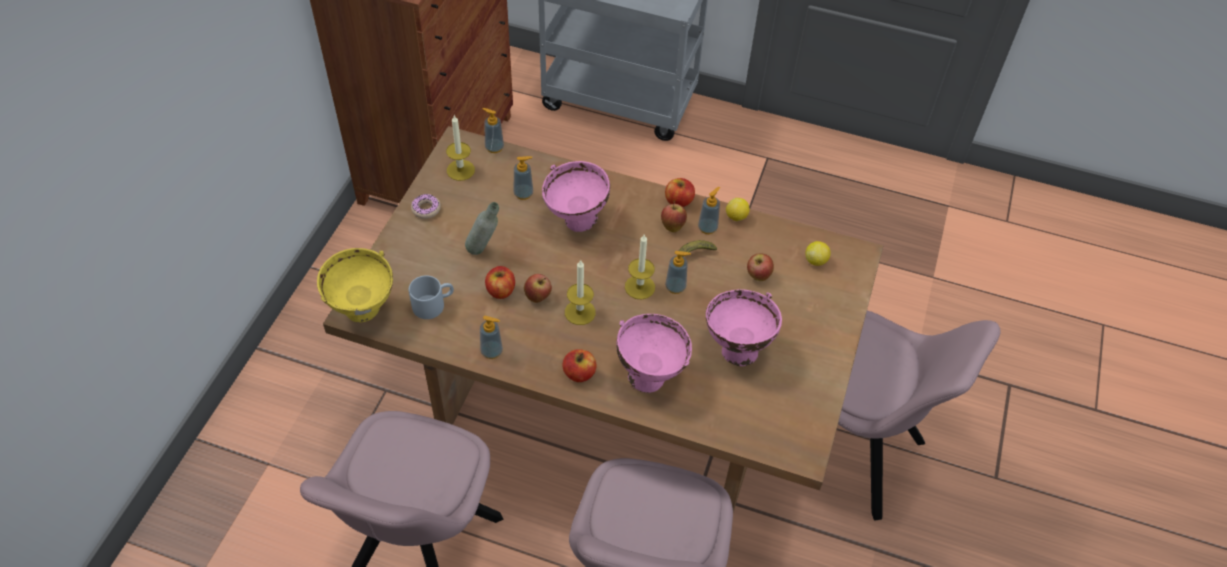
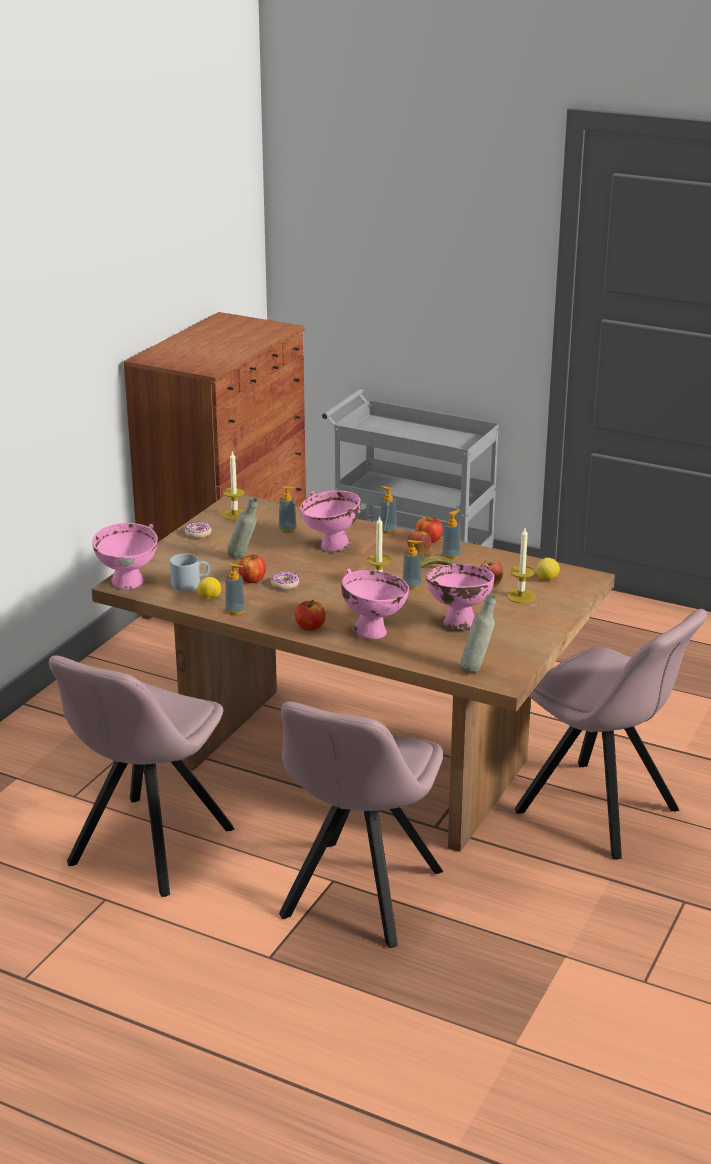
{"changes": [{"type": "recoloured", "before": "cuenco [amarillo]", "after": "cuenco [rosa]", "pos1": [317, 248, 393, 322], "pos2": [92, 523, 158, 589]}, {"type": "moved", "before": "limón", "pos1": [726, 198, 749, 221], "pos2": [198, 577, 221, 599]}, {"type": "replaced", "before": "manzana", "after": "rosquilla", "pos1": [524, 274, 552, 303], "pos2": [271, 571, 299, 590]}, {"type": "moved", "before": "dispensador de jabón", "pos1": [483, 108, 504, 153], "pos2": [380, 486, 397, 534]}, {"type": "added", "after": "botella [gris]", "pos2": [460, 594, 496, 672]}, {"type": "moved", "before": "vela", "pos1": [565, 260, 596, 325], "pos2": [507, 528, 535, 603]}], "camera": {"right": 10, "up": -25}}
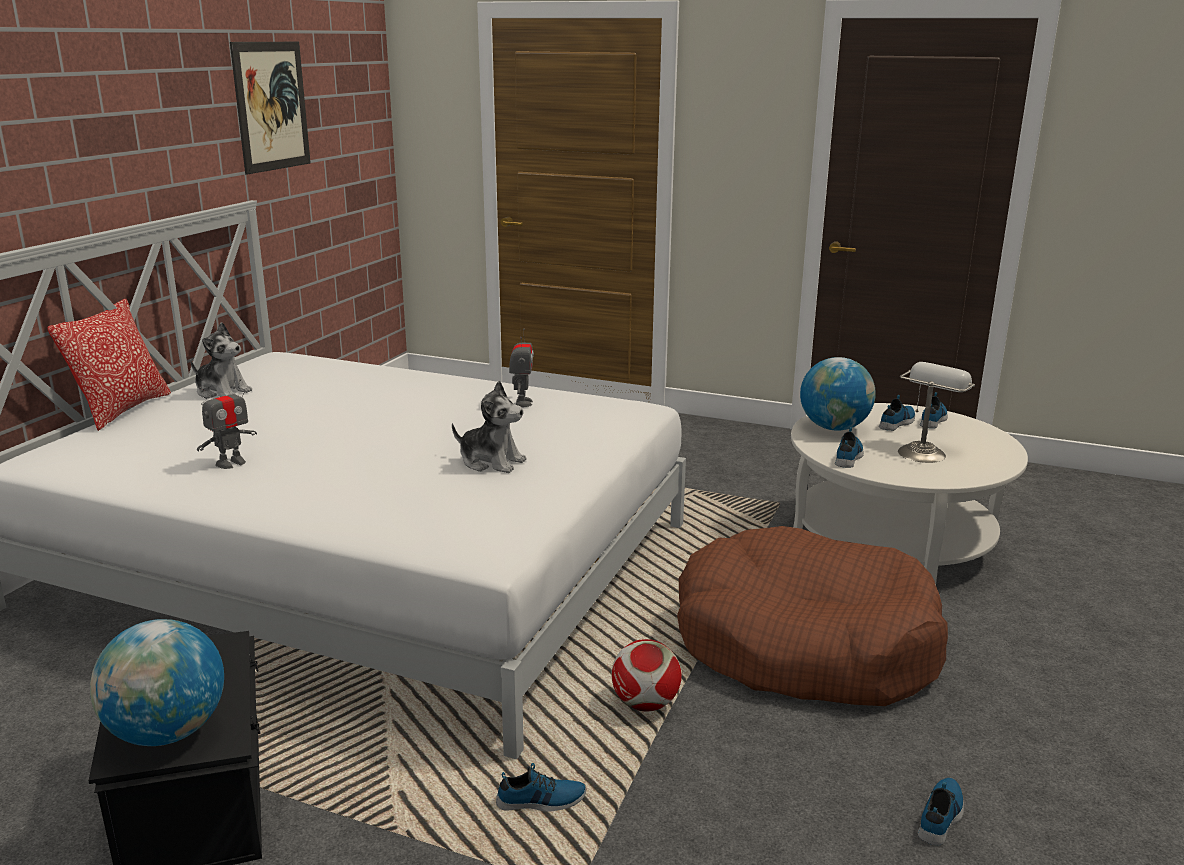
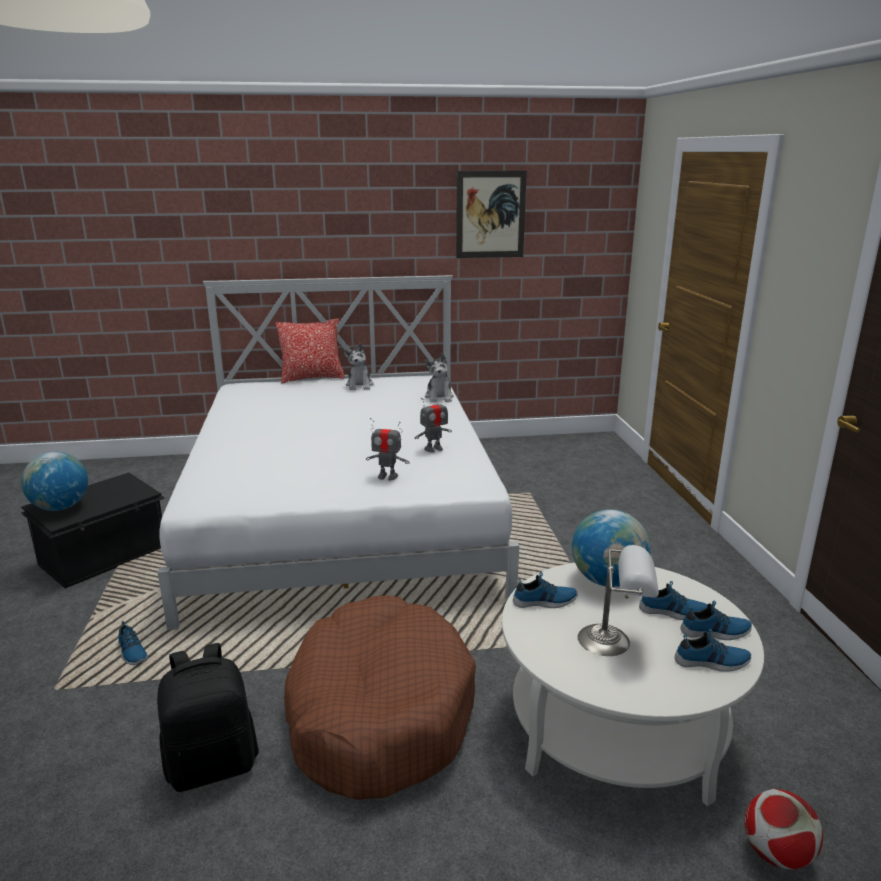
{"changes": [{"type": "added", "after": "mochila [negro]", "pos2": [157, 643, 259, 792]}, {"type": "moved", "before": "robot de juguete", "pos1": [197, 379, 257, 469], "pos2": [366, 418, 410, 481]}, {"type": "moved", "before": "peluche", "pos1": [452, 381, 527, 473], "pos2": [425, 353, 454, 402]}, {"type": "moved", "before": "zapato", "pos1": [918, 778, 964, 845], "pos2": [675, 629, 751, 672]}, {"type": "moved", "before": "balón de fútbol", "pos1": [611, 639, 682, 712], "pos2": [745, 789, 823, 870]}], "camera": {"right": 60, "up": 0}}
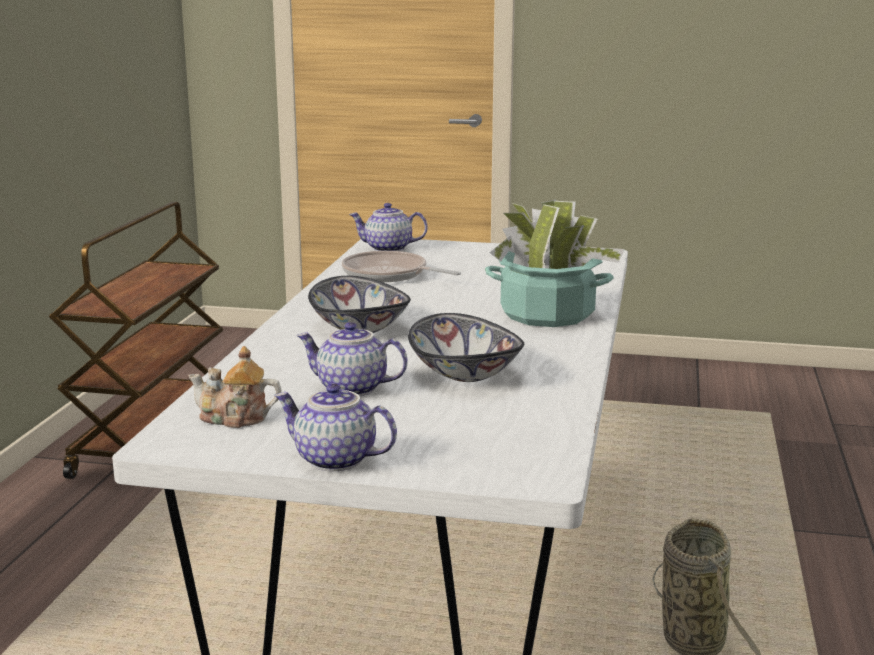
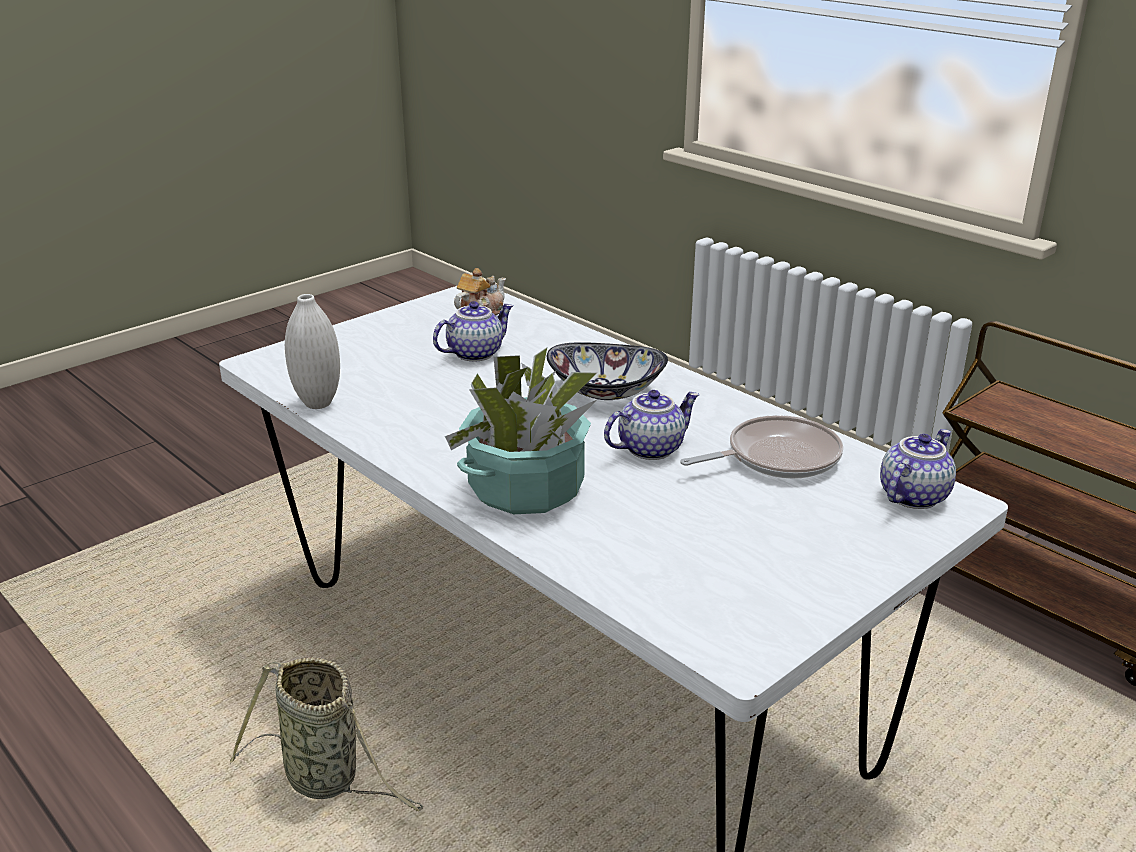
{"changes": [{"type": "added", "after": "florero [blanco]", "pos2": [285, 294, 340, 409]}, {"type": "moved", "before": "tetera", "pos1": [274, 383, 397, 471], "pos2": [604, 390, 700, 460]}, {"type": "removed", "before": "cuenco", "pos1": [408, 313, 524, 382]}], "camera": {"right": 125, "up": 10}}
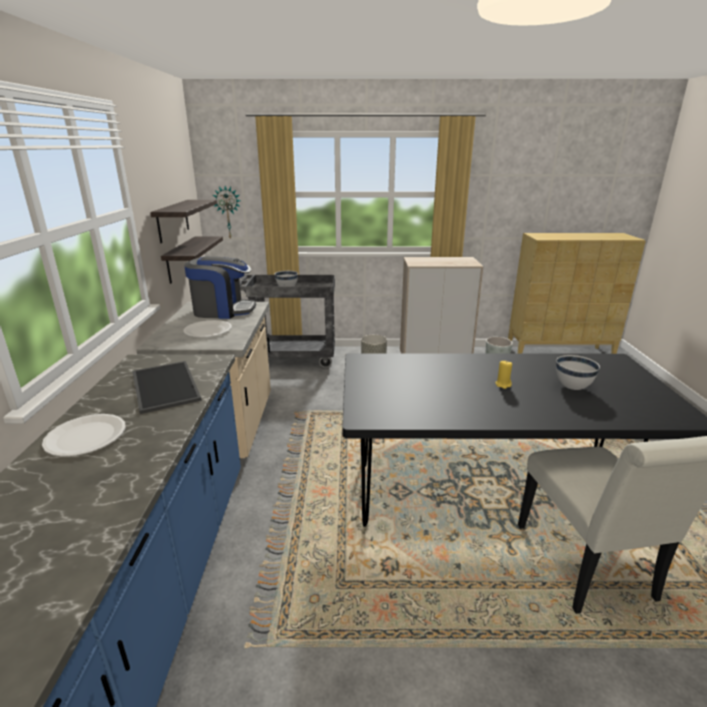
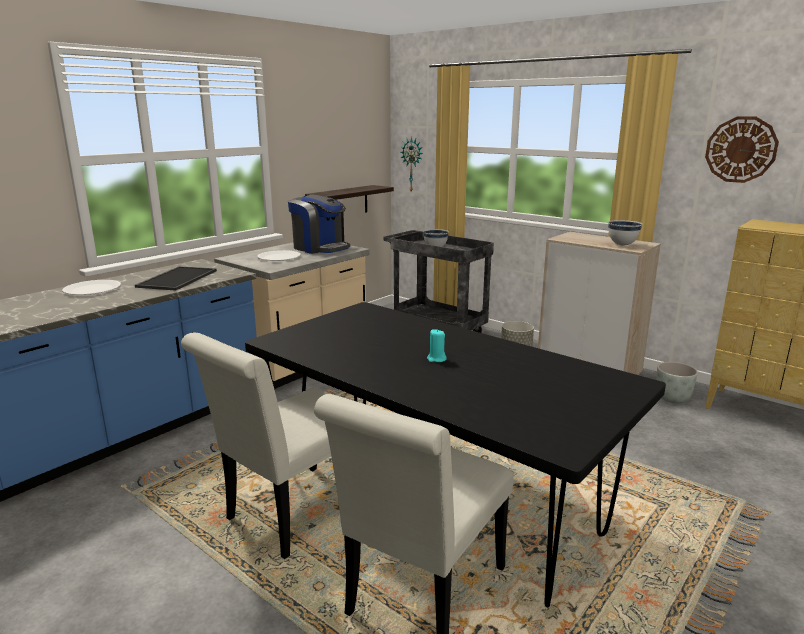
{"changes": [{"type": "added", "after": "silla [blanco]", "pos2": [181, 332, 331, 559]}, {"type": "recoloured", "before": "vela [amarillo]", "after": "vela [turquesa]", "pos1": [495, 360, 512, 389], "pos2": [427, 329, 447, 362]}, {"type": "moved", "before": "cuenco [blanco]", "pos1": [556, 355, 600, 390], "pos2": [608, 220, 642, 245]}, {"type": "added", "after": "reloj de pared", "pos2": [705, 116, 779, 183]}, {"type": "removed", "before": "estante", "pos1": [150, 200, 217, 243]}], "camera": {"right": 40, "up": -5}}
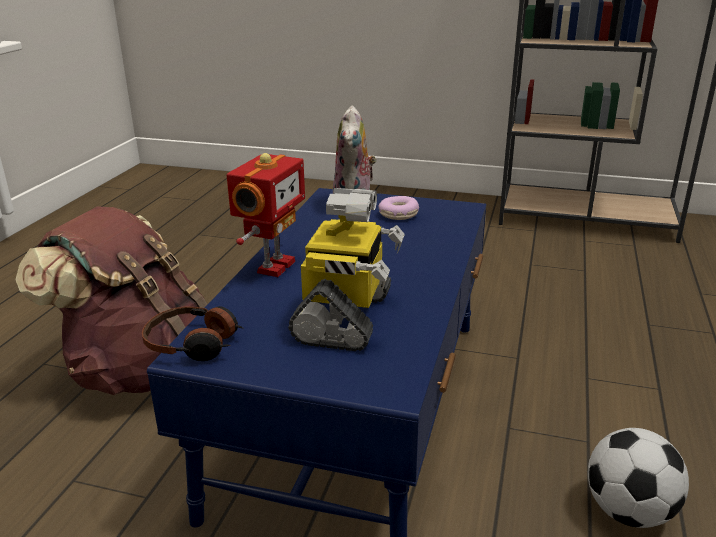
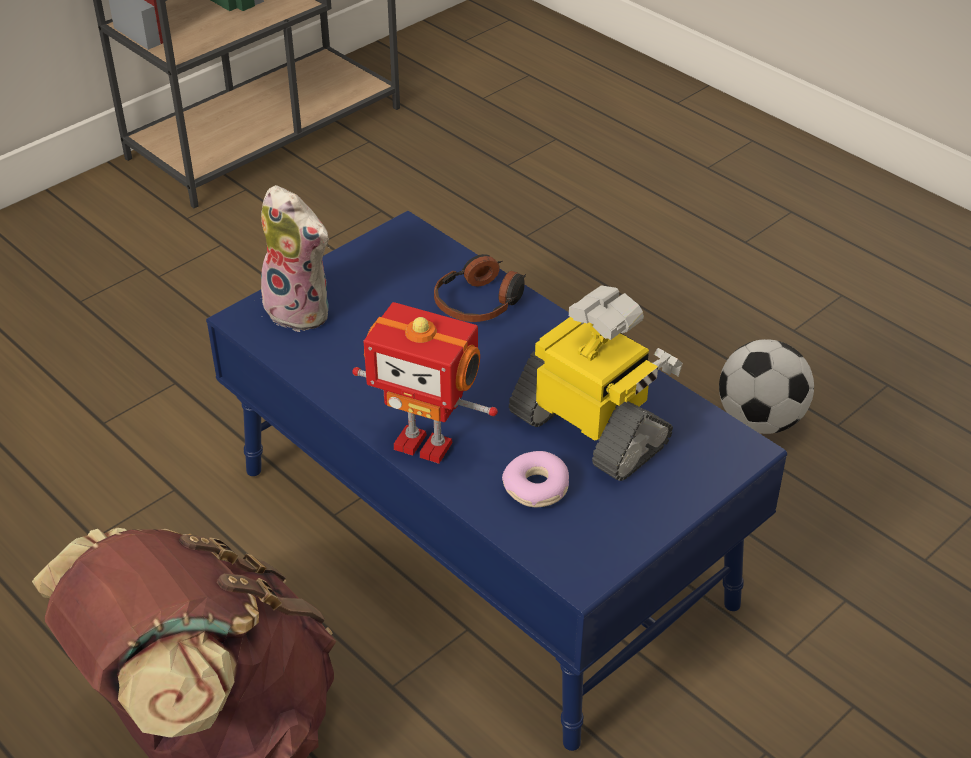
{"changes": [{"type": "turned", "before": "robot de juguete", "pos1": [227, 153, 305, 277], "pos2": [352, 302, 498, 464], "turn": 150}, {"type": "moved", "before": "auriculares", "pos1": [142, 306, 243, 361], "pos2": [434, 254, 526, 322]}, {"type": "moved", "before": "rosquilla", "pos1": [379, 196, 419, 220], "pos2": [502, 451, 569, 507]}], "camera": {"right": -60, "up": 15}}
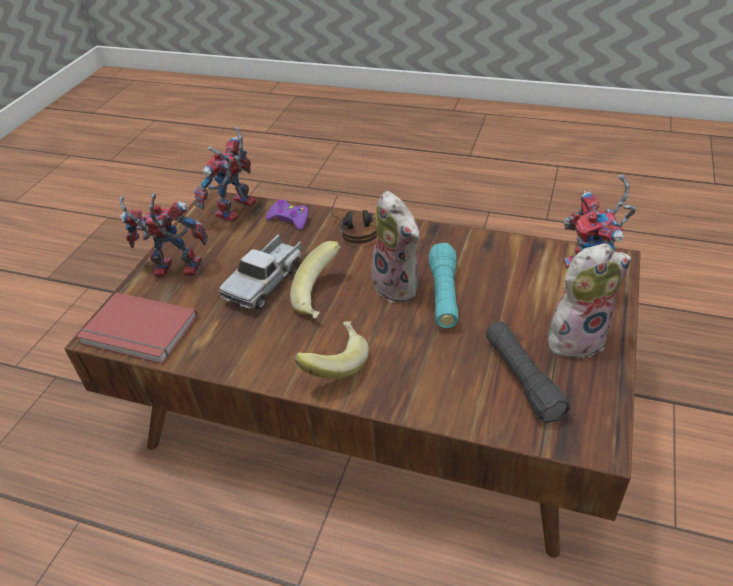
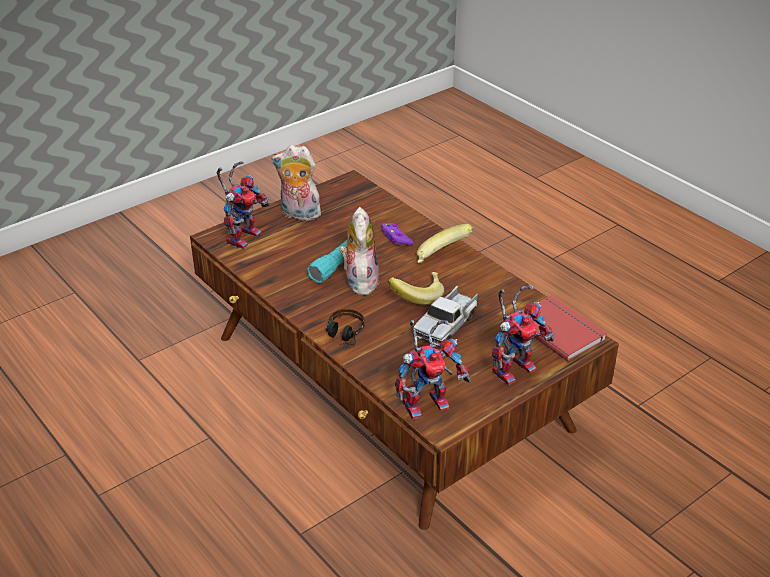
{"changes": [{"type": "moved", "before": "mando de consola [morado]", "pos1": [266, 200, 309, 230], "pos2": [381, 223, 414, 246]}, {"type": "turned", "before": "camión de juguete", "pos1": [219, 234, 302, 309], "pos2": [414, 286, 478, 346], "turn": 150}, {"type": "turned", "before": "robot de juguete", "pos1": [119, 193, 208, 278], "pos2": [492, 285, 554, 385], "turn": -75}, {"type": "removed", "before": "linterna [negro]", "pos1": [486, 322, 570, 424]}], "camera": {"right": -150, "up": -5}}
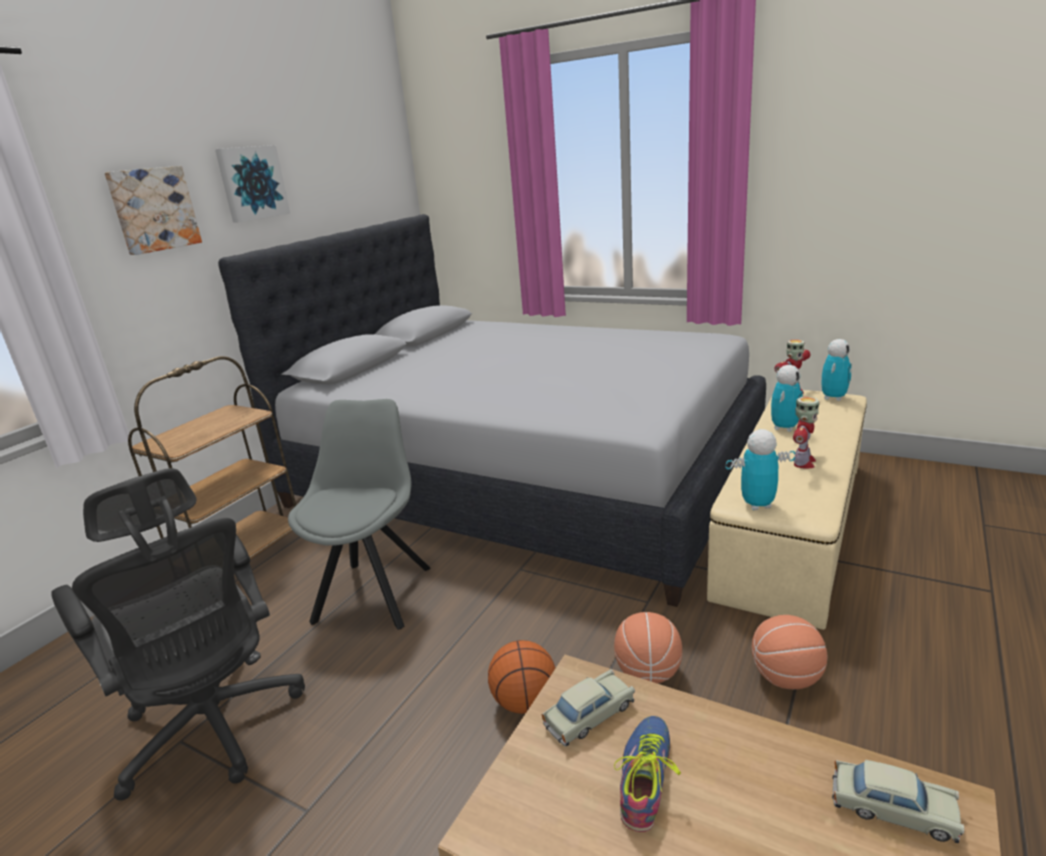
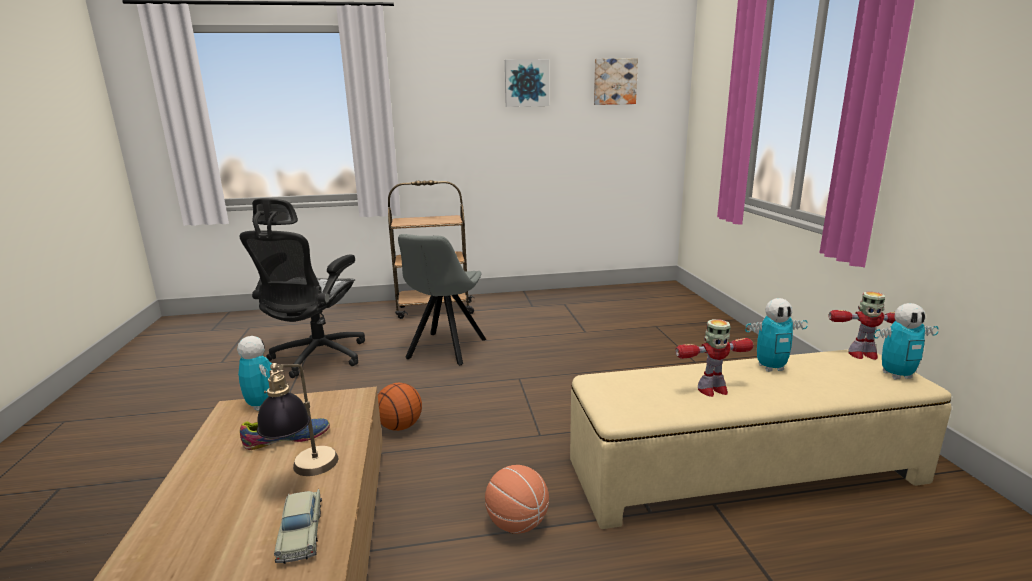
{"changes": [{"type": "moved", "before": "robot de juguete", "pos1": [725, 429, 795, 510], "pos2": [237, 336, 272, 411]}, {"type": "added", "after": "lámpara de mesa", "pos2": [257, 363, 338, 476]}, {"type": "turned", "before": "silla [gris]", "pos1": [288, 399, 431, 630], "pos2": [398, 234, 486, 365], "turn": 135}, {"type": "moved", "before": "cuadro", "pos1": [104, 166, 202, 255], "pos2": [594, 58, 638, 105]}, {"type": "removed", "before": "cama [gris]", "pos1": [218, 214, 766, 607]}, {"type": "removed", "before": "coche de juguete [beis]", "pos1": [542, 669, 635, 746]}, {"type": "removed", "before": "balón de baloncesto", "pos1": [614, 612, 682, 684]}], "camera": {"right": 50, "up": -5}}
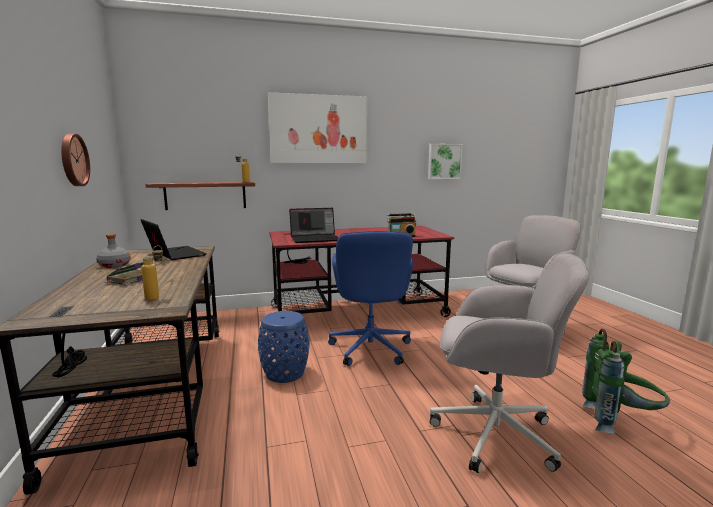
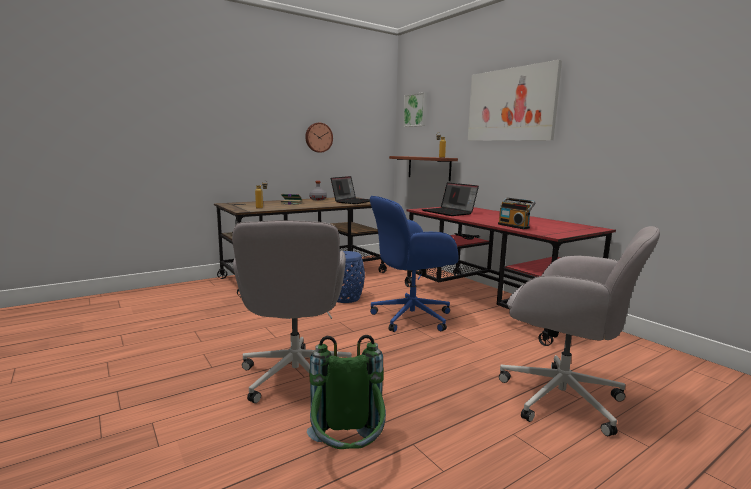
{"changes": [{"type": "moved", "before": "cuadro", "pos1": [428, 144, 463, 179], "pos2": [403, 92, 427, 127]}], "camera": {"right": 70, "up": 0}}
